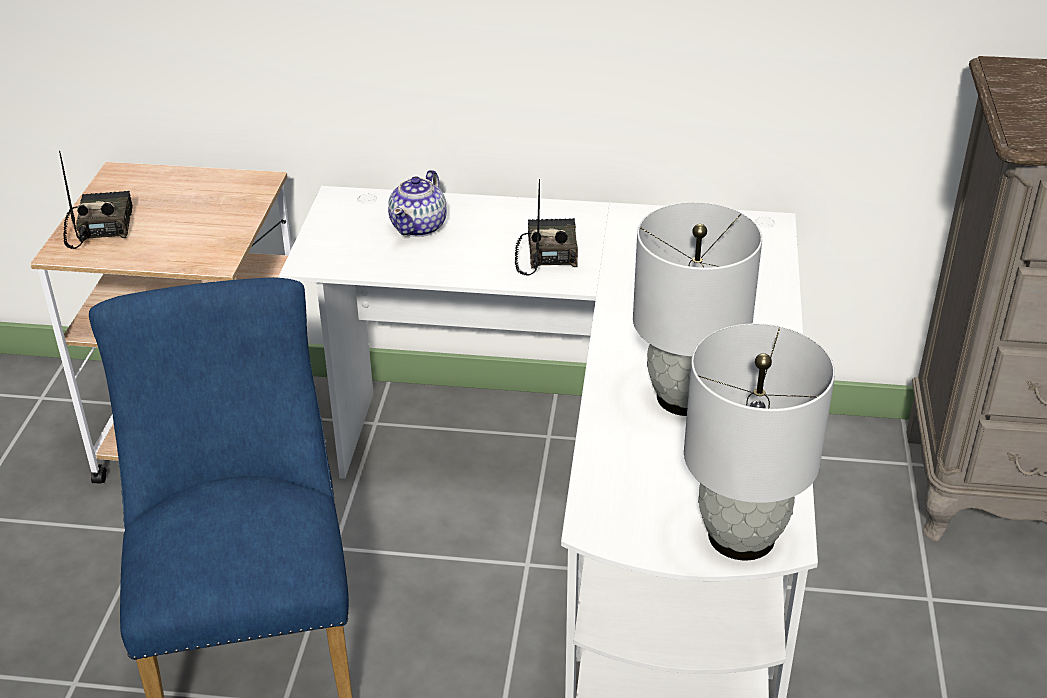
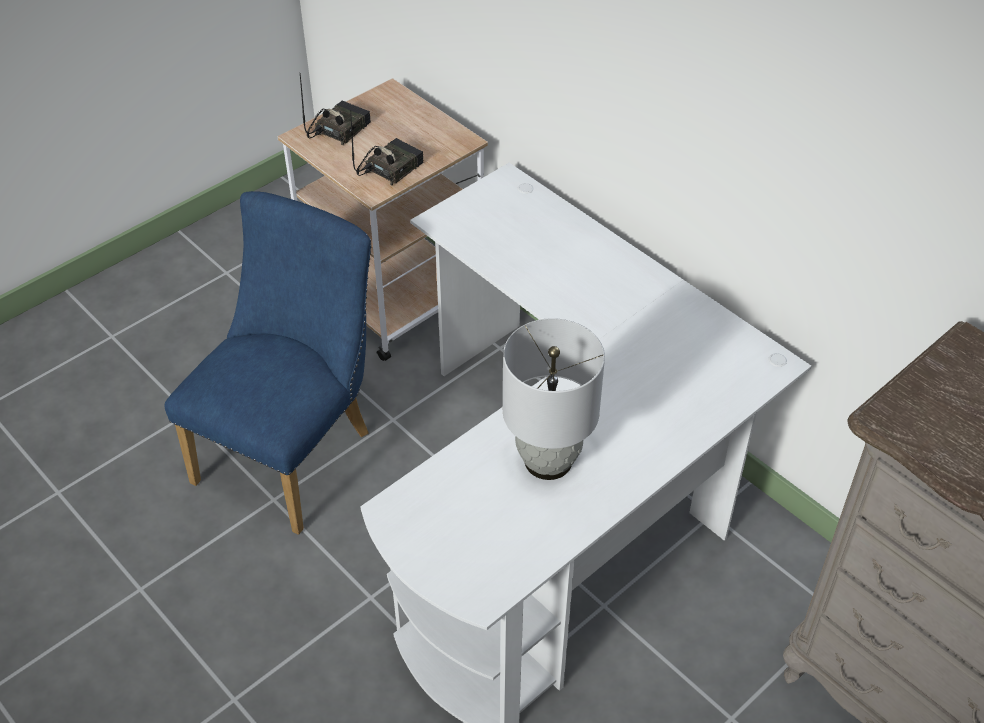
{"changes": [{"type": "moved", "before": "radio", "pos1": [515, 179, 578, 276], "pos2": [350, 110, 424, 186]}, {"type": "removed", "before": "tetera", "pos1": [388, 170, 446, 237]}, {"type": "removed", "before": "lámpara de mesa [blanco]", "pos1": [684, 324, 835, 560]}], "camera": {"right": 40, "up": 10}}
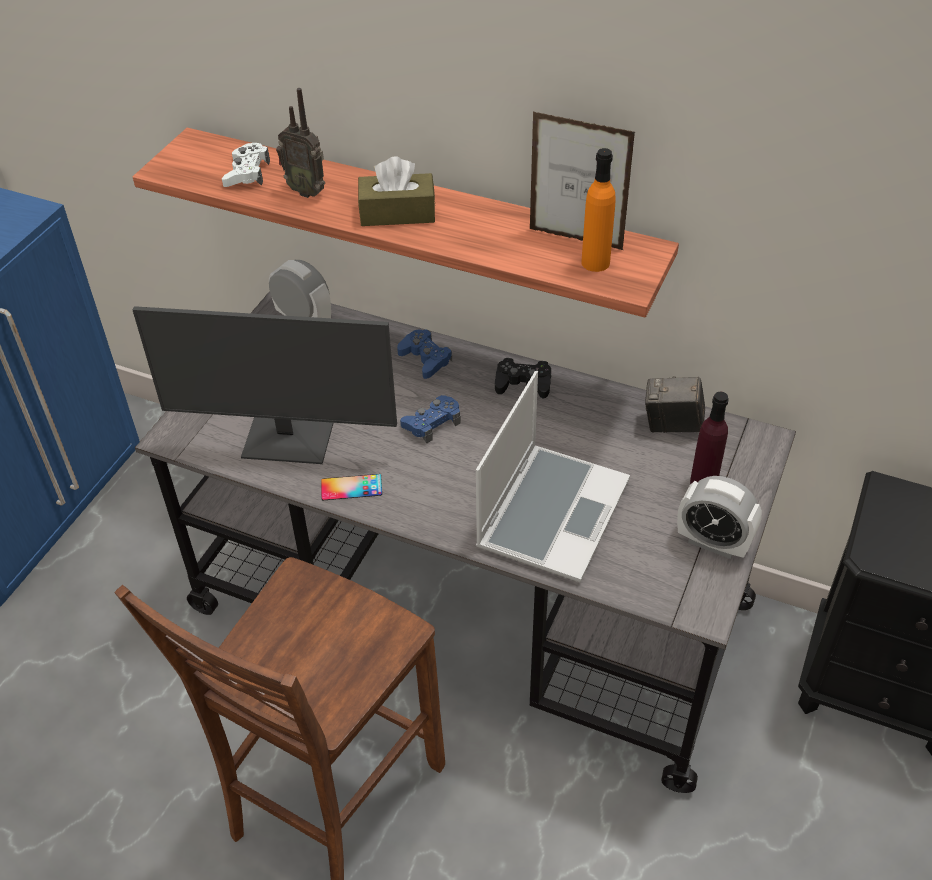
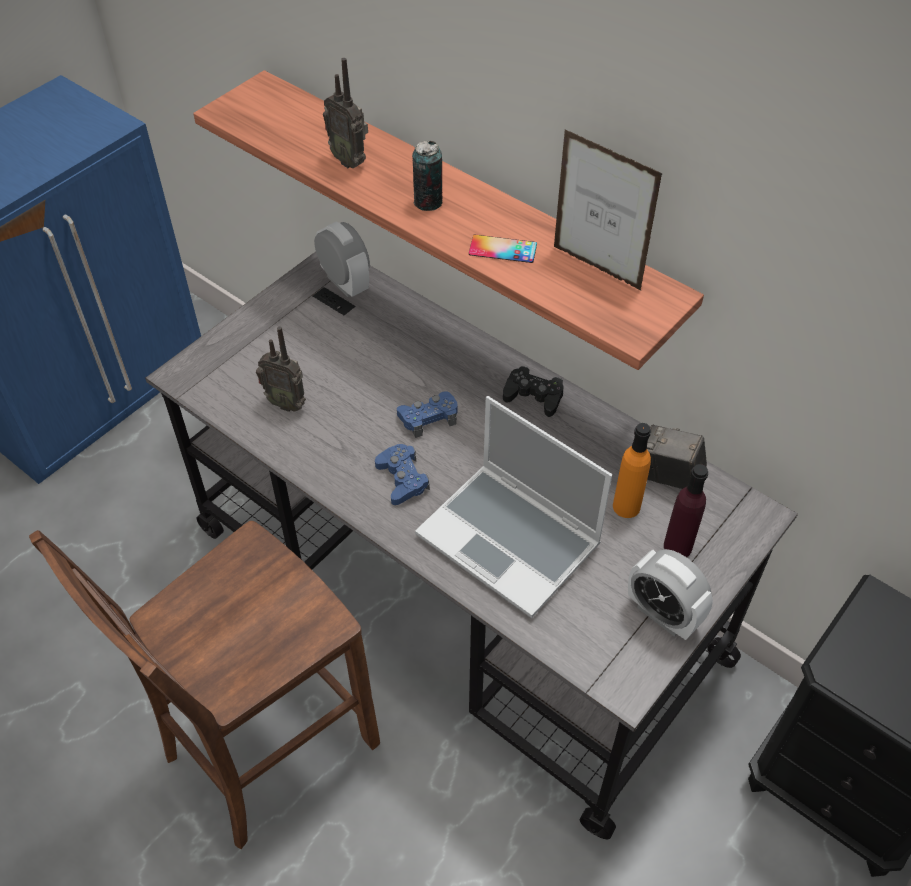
{"changes": [{"type": "replaced", "before": "monitor", "after": "radio", "pos1": [133, 306, 397, 464], "pos2": [256, 326, 306, 412]}, {"type": "moved", "before": "mando de consola [azul]", "pos1": [397, 330, 452, 379], "pos2": [375, 444, 430, 505]}, {"type": "replaced", "before": "caja de pañuelos [marrón]", "after": "lata", "pos1": [358, 156, 435, 226], "pos2": [412, 141, 442, 211]}, {"type": "turned", "before": "portátil", "pos1": [476, 371, 630, 583], "pos2": [415, 396, 612, 618], "turn": 90}, {"type": "moved", "before": "móvil", "pos1": [321, 474, 382, 500], "pos2": [469, 235, 537, 263]}, {"type": "moved", "before": "botella [naranja]", "pos1": [581, 148, 616, 272], "pos2": [613, 423, 651, 518]}, {"type": "removed", "before": "mando de consola [blanco]", "pos1": [222, 143, 270, 187]}], "camera": {"right": 15, "up": 5}}
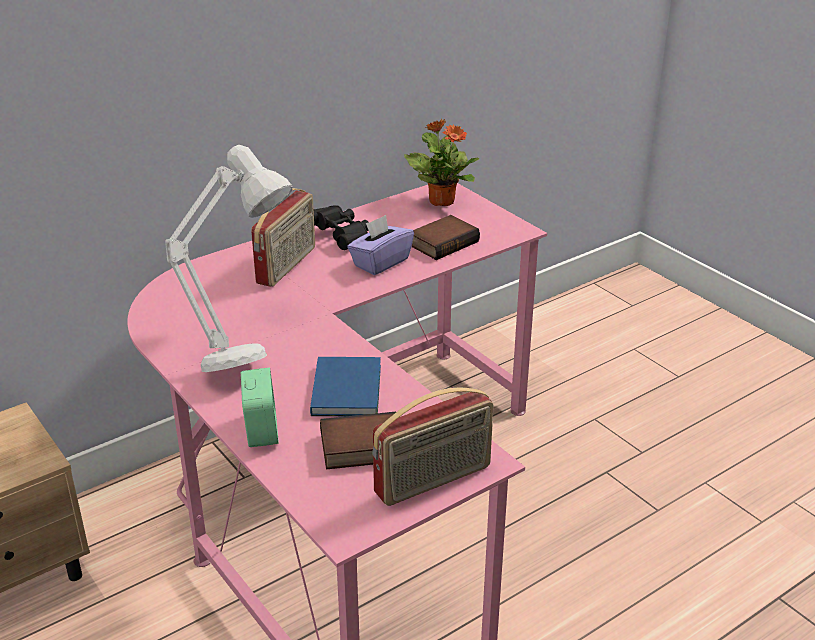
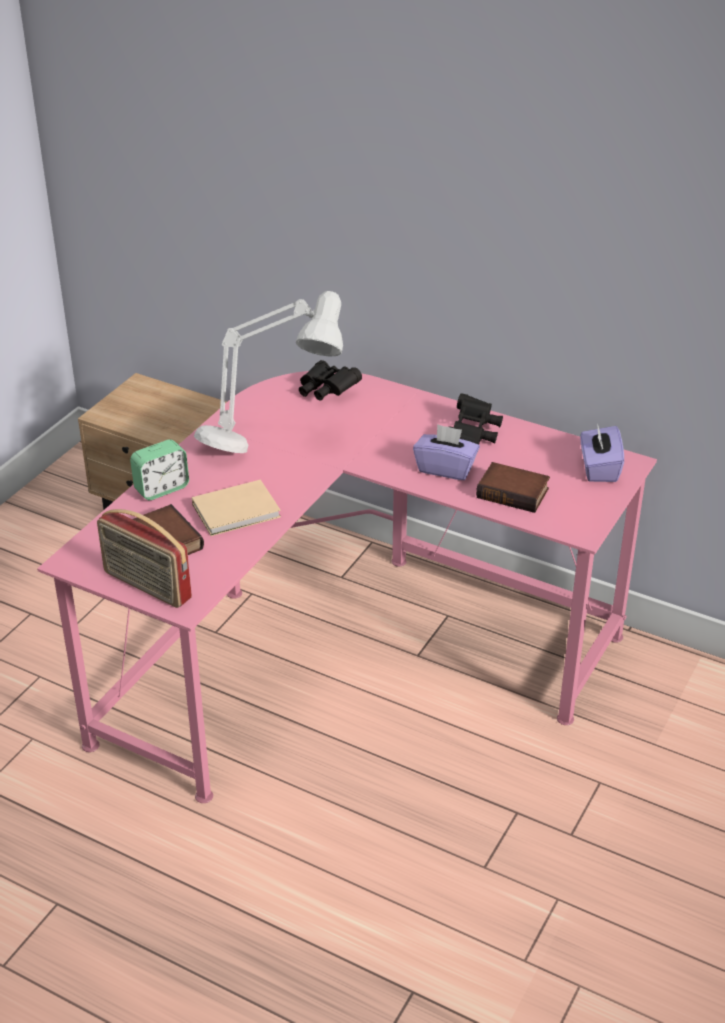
{"changes": [{"type": "recoloured", "before": "libro [azul]", "after": "libro [beis]", "pos1": [310, 357, 381, 416], "pos2": [192, 480, 281, 536]}, {"type": "added", "after": "prismáticos [negro]", "pos2": [299, 360, 362, 401]}, {"type": "replaced", "before": "planta en maceta", "after": "caja de pañuelos [morado]", "pos1": [404, 119, 480, 206], "pos2": [580, 422, 624, 482]}, {"type": "removed", "before": "radio", "pos1": [251, 188, 315, 287]}], "camera": {"right": 65, "up": 5}}
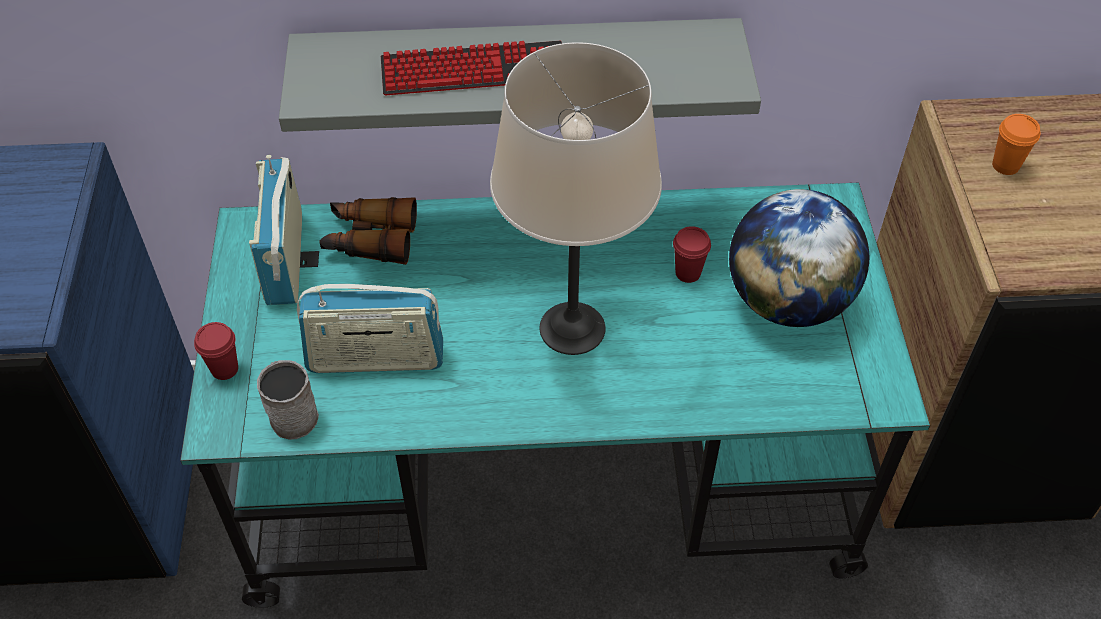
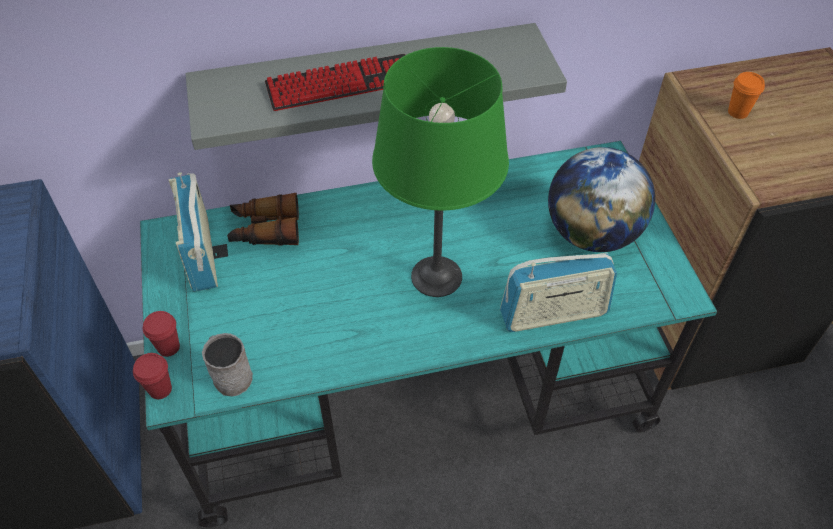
{"changes": [{"type": "moved", "before": "taza [rojo]", "pos1": [673, 226, 711, 283], "pos2": [133, 353, 172, 399]}, {"type": "recoloured", "before": "lámpara de mesa [beis]", "after": "lámpara de mesa [verde]", "pos1": [490, 42, 662, 355], "pos2": [372, 47, 509, 297]}, {"type": "moved", "before": "radio", "pos1": [297, 284, 443, 373], "pos2": [500, 253, 617, 332]}], "camera": {"right": -10, "up": 0}}
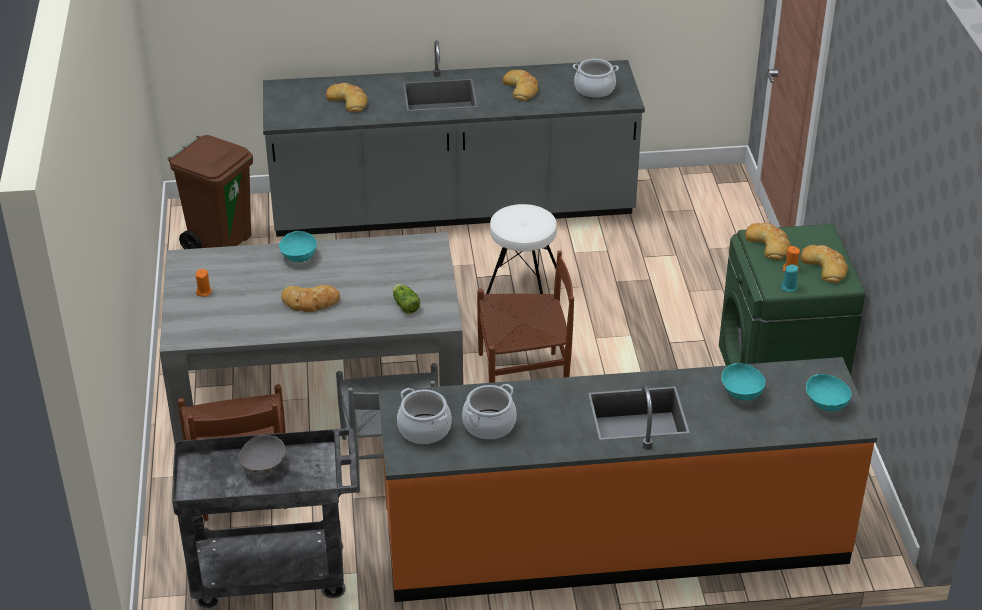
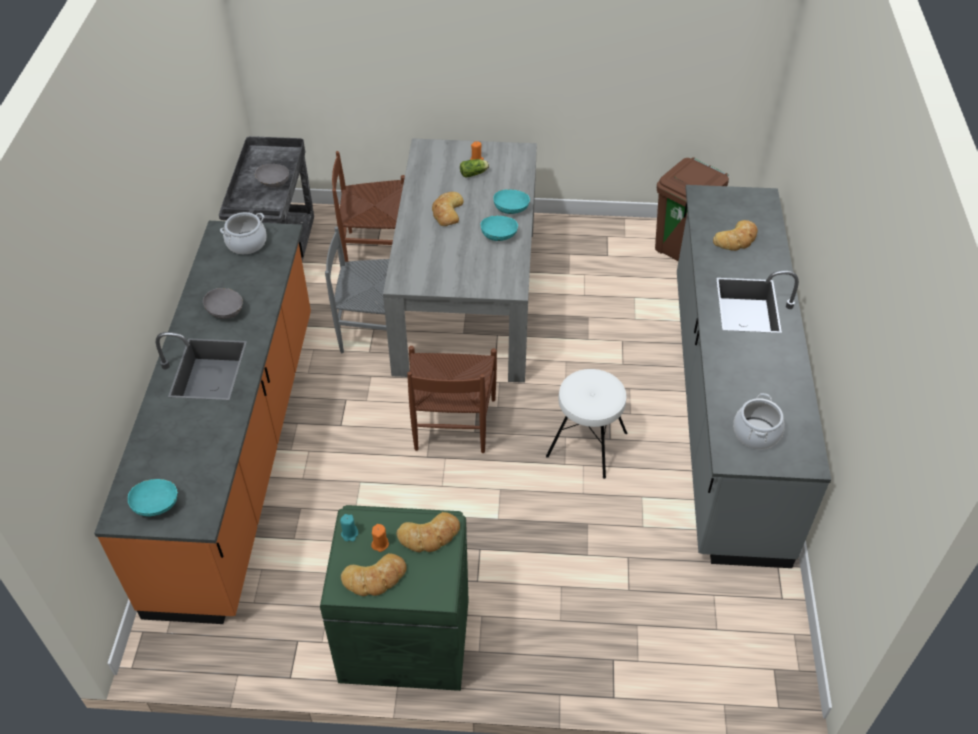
{"changes": [{"type": "added", "after": "cuenco [gris]", "pos2": [203, 288, 243, 319]}, {"type": "moved", "before": "lechuga", "pos1": [393, 284, 420, 314], "pos2": [460, 159, 489, 178]}, {"type": "moved", "before": "cuenco [turquesa]", "pos1": [721, 363, 765, 401], "pos2": [481, 216, 518, 241]}, {"type": "removed", "before": "olla", "pos1": [462, 384, 517, 440]}, {"type": "removed", "before": "pan", "pos1": [503, 70, 539, 101]}], "camera": {"right": 100, "up": 10}}
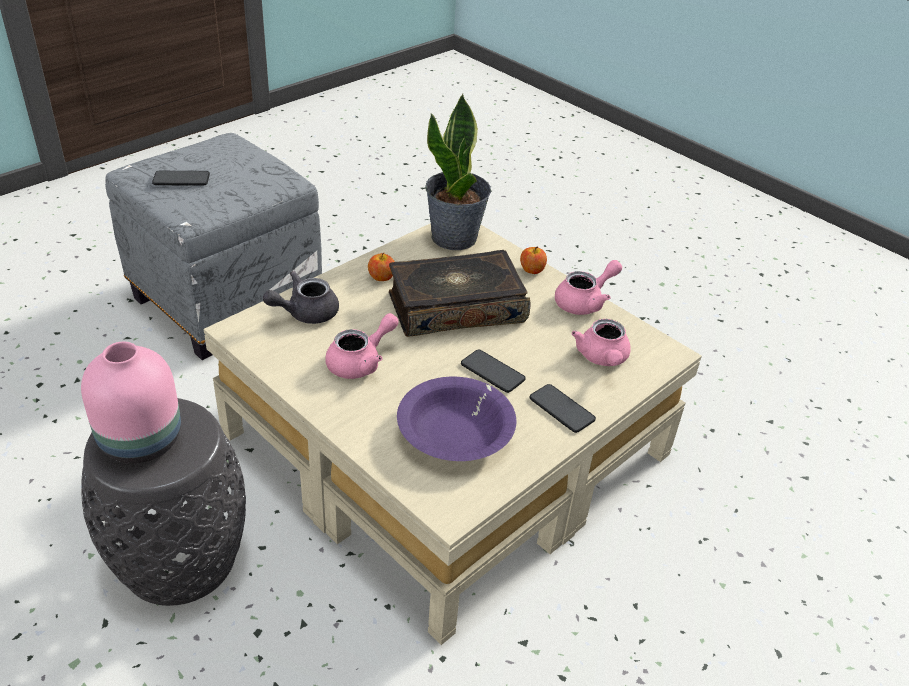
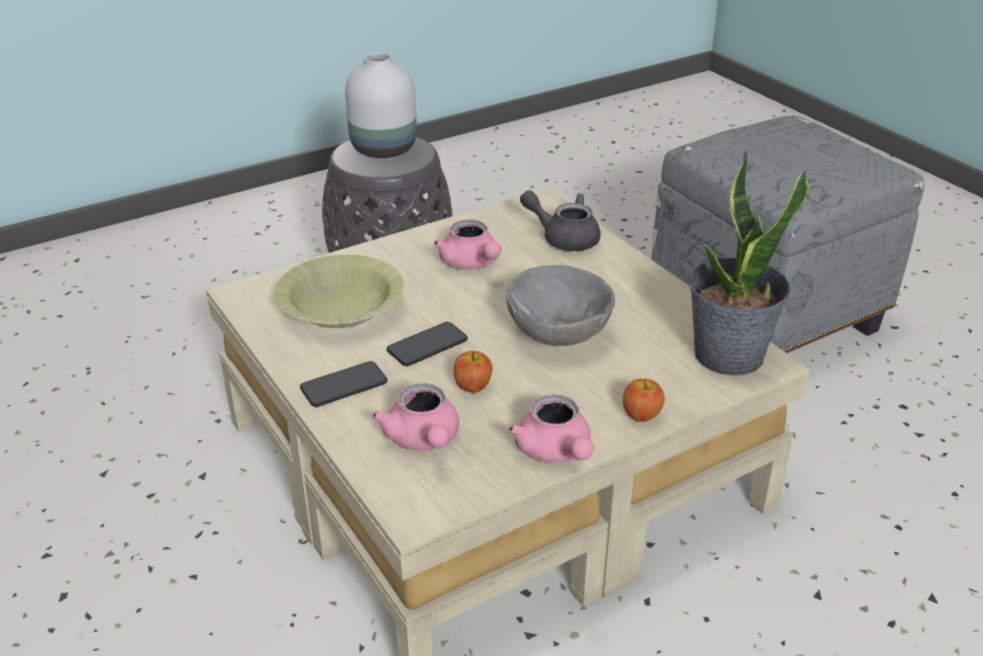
{"changes": [{"type": "recoloured", "before": "cuenco [morado]", "after": "cuenco [amarillo]", "pos1": [397, 377, 516, 461], "pos2": [274, 255, 404, 328]}, {"type": "recoloured", "before": "florero [rosa]", "after": "florero [blanco]", "pos1": [81, 342, 181, 464], "pos2": [345, 52, 417, 158]}, {"type": "turned", "before": "tetera [rosa]", "pos1": [571, 319, 631, 366], "pos2": [371, 383, 459, 451], "turn": -120}, {"type": "moved", "before": "manzana", "pos1": [368, 253, 395, 281], "pos2": [454, 351, 492, 393]}, {"type": "replaced", "before": "libro", "after": "cuenco [gris]", "pos1": [389, 250, 531, 337], "pos2": [506, 265, 615, 346]}, {"type": "turned", "before": "tetera [gris]", "pos1": [263, 271, 339, 324], "pos2": [520, 190, 600, 251], "turn": -45}, {"type": "removed", "before": "móvil", "pos1": [152, 171, 210, 186]}], "camera": {"right": 105, "up": -5}}
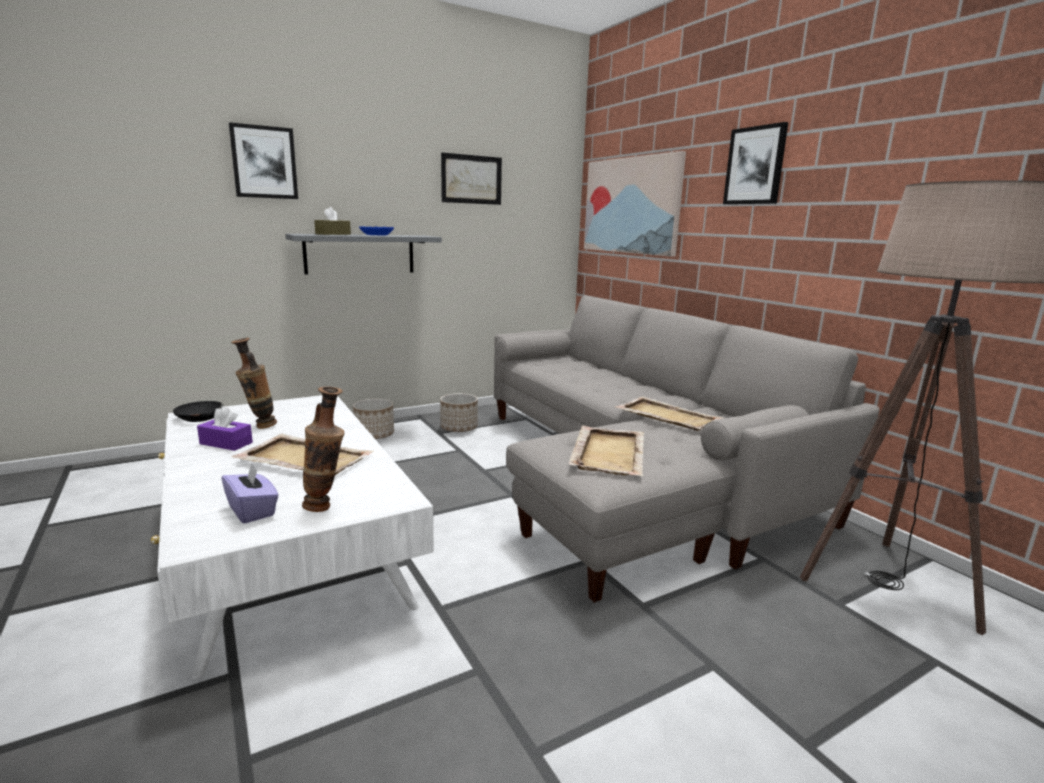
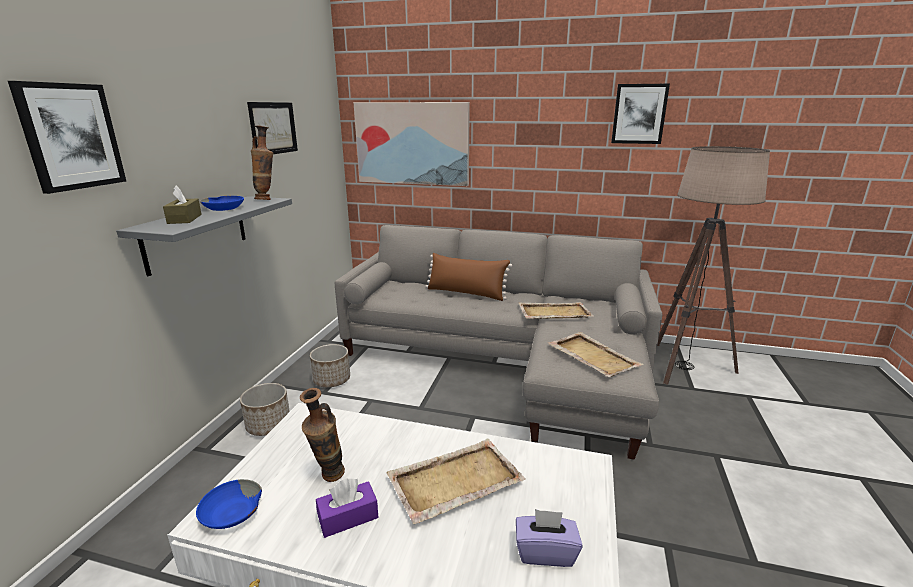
{"changes": [{"type": "recoloured", "before": "cuenco [negro]", "after": "cuenco [azul]", "pos1": [173, 401, 225, 422], "pos2": [196, 479, 262, 529]}, {"type": "moved", "before": "florero", "pos1": [302, 387, 345, 512], "pos2": [251, 126, 274, 200]}, {"type": "added", "after": "cojín [marrón]", "pos2": [425, 253, 512, 301]}, {"type": "moved", "before": "cuadro", "pos1": [723, 122, 788, 205], "pos2": [611, 84, 670, 144]}], "camera": {"right": -45, "up": 5}}
